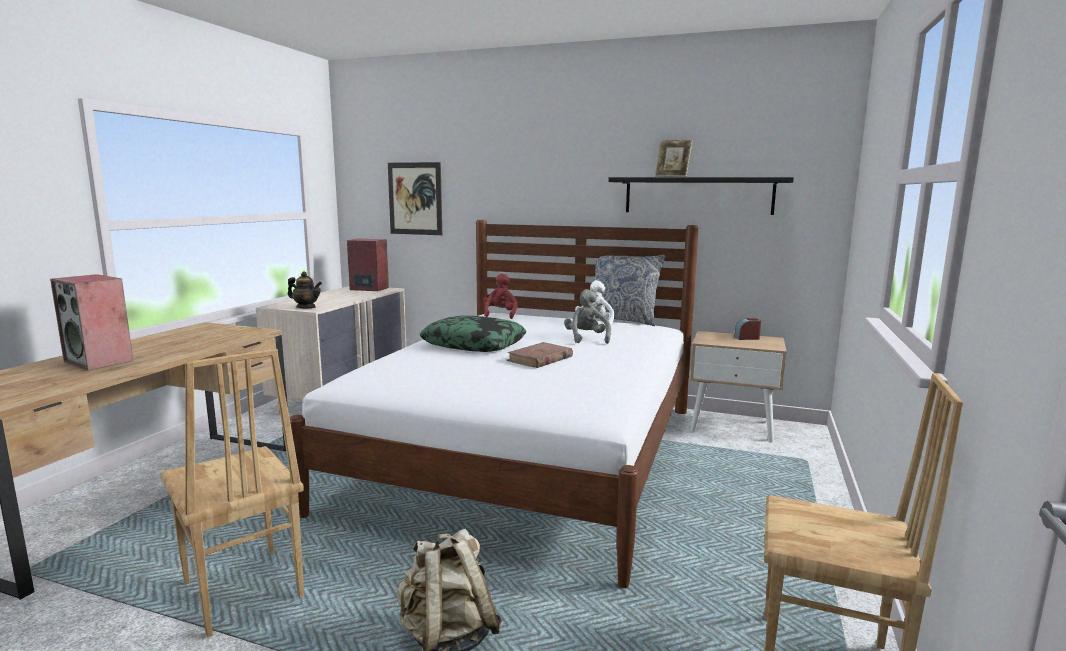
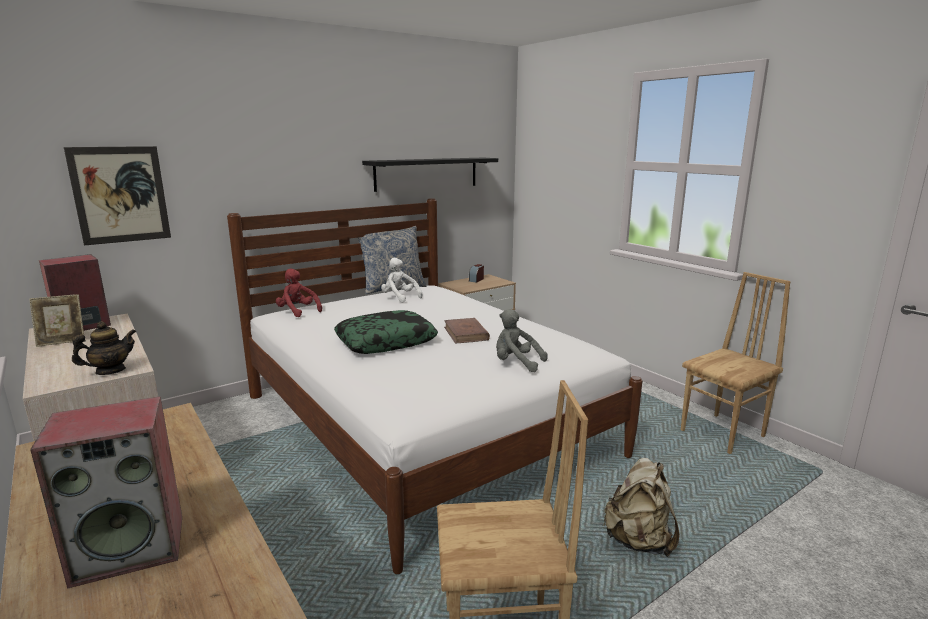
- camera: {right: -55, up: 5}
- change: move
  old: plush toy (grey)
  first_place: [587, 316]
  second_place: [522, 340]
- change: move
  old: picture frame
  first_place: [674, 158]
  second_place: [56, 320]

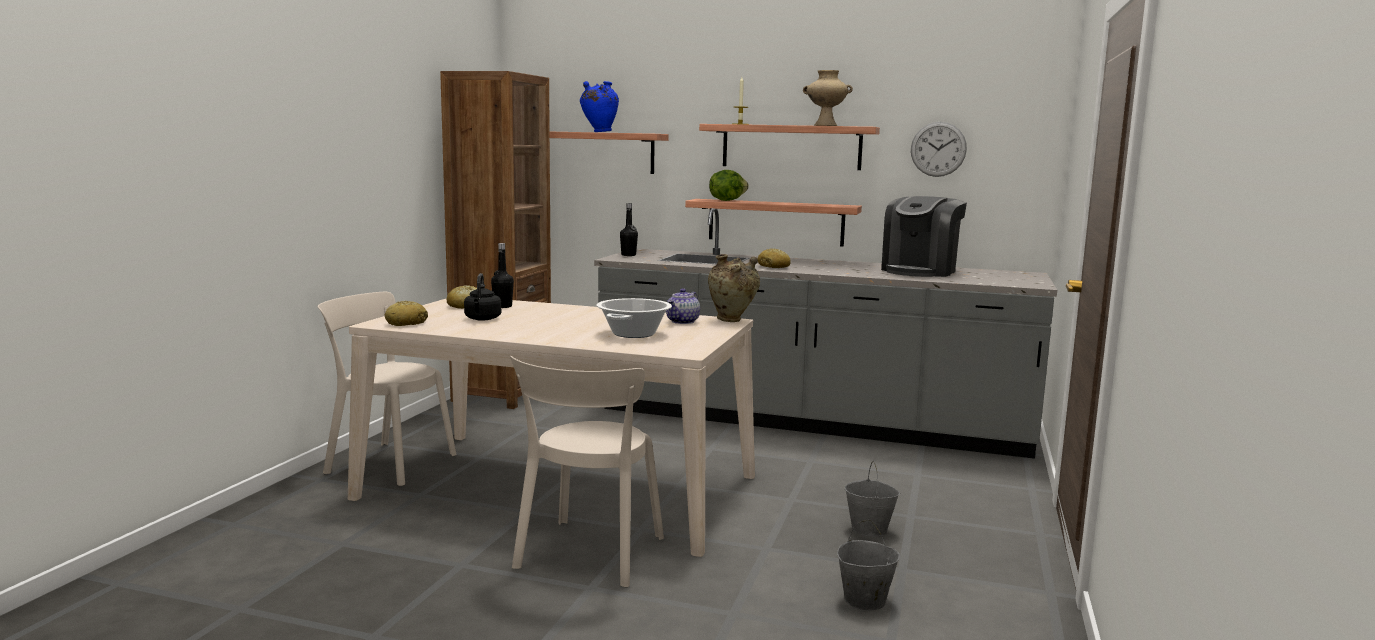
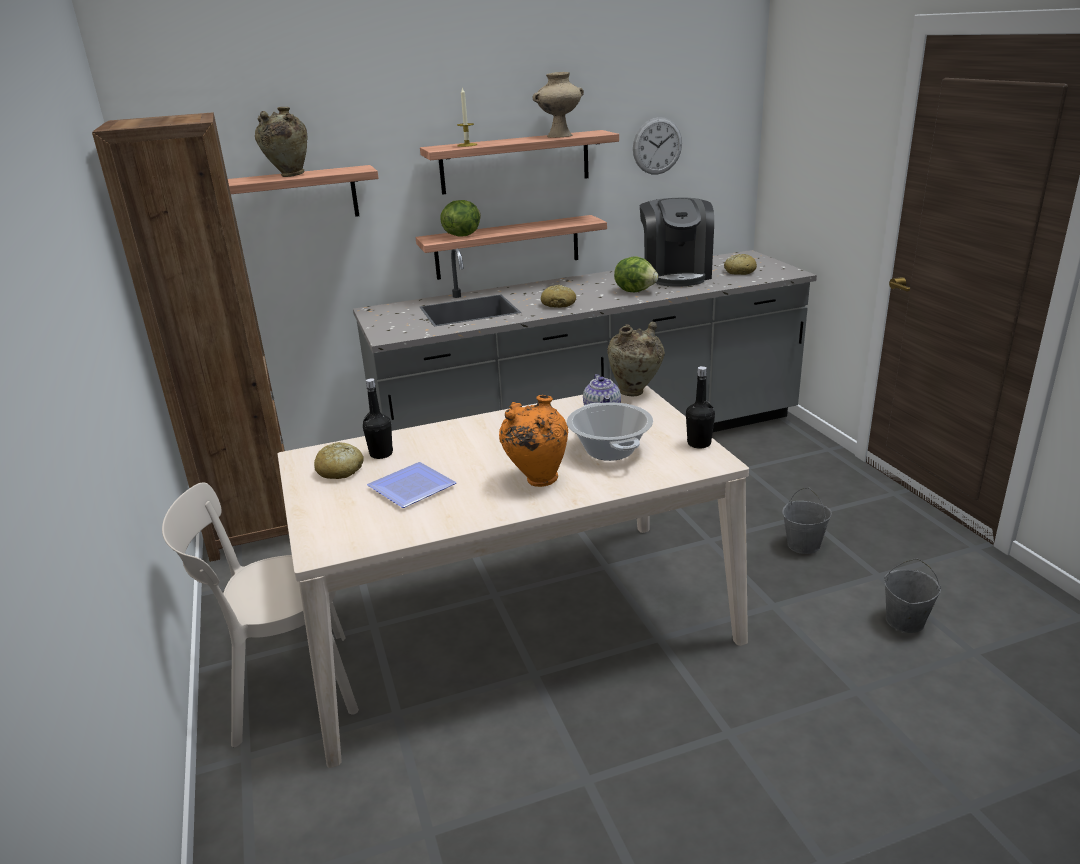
- camera: {right: -35, up: 15}
- change: move
  old: bread
  first_place: [406, 313]
  second_place: [740, 264]
- change: replace
  old: kettle (black)
  new: plate
  first_place: [482, 297]
  second_place: [412, 485]
- change: delete
  old: chair (beige)
  first_place: [587, 471]
- change: recolor
  old: vase (blue)
  new: vase (beige)
  first_place: [599, 106]
  second_place: [281, 142]
- change: move
  old: bottle (black)
  first_place: [629, 229]
  second_place: [700, 407]
- change: insert
  new: vase (orange)
  second_place: [533, 441]
- change: insert
  new: lettuce
  second_place: [636, 274]

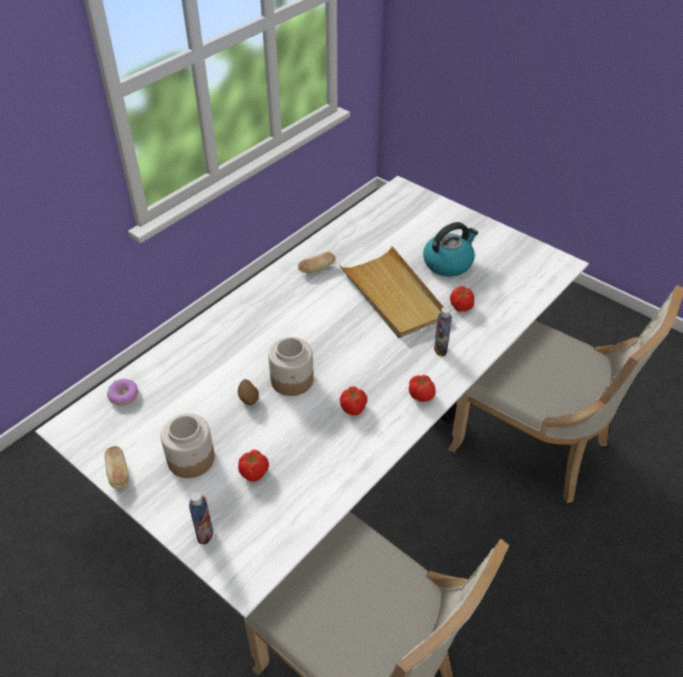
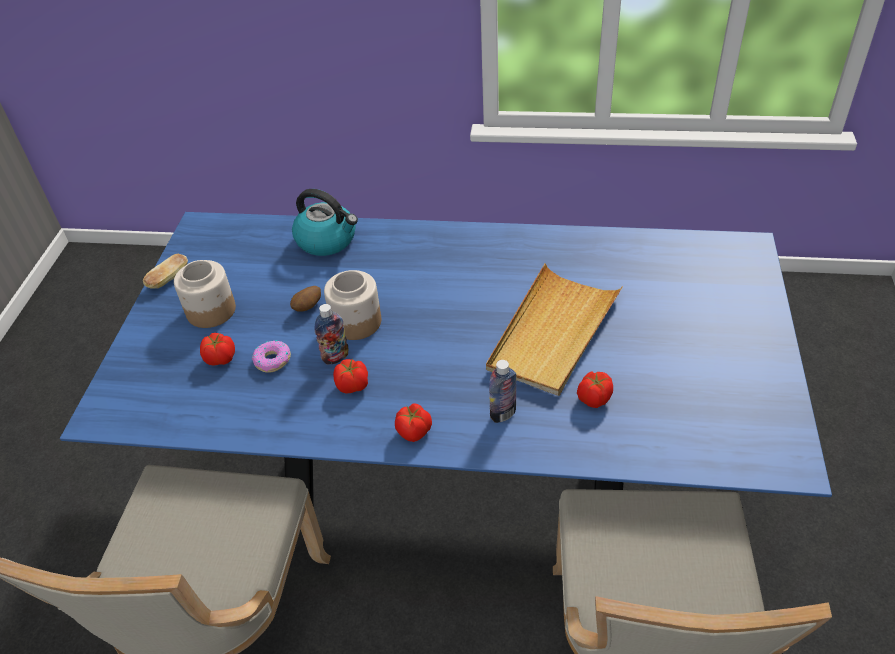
- camera: {right: 60, up: 0}
- change: recolor
  old: dining table (white)
  new: dining table (blue)
  first_place: [312, 397]
  second_place: [446, 359]
- change: move
  old: donut
  first_place: [122, 392]
  second_place: [271, 356]
- change: move
  old: bottle
  first_place: [201, 518]
  second_place: [331, 334]
- change: delete
  old: bread
  first_place: [317, 262]
- change: move
  old: kettle
  first_place: [450, 249]
  second_place: [325, 222]

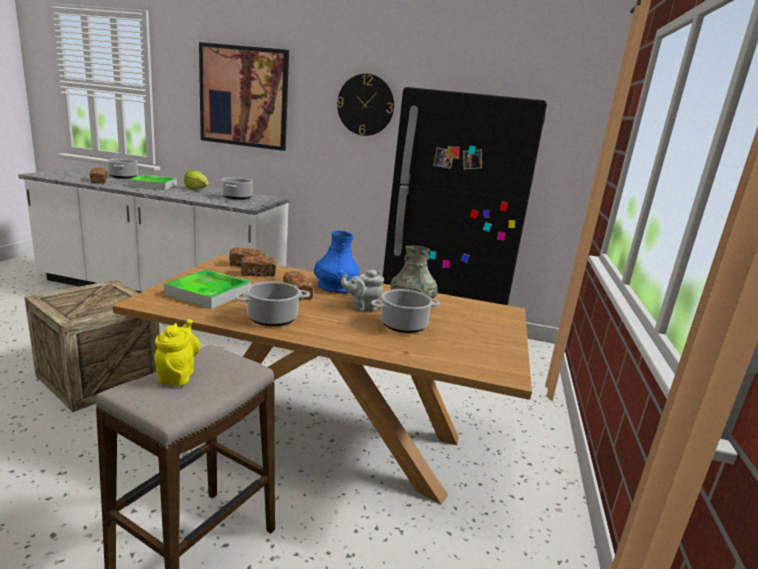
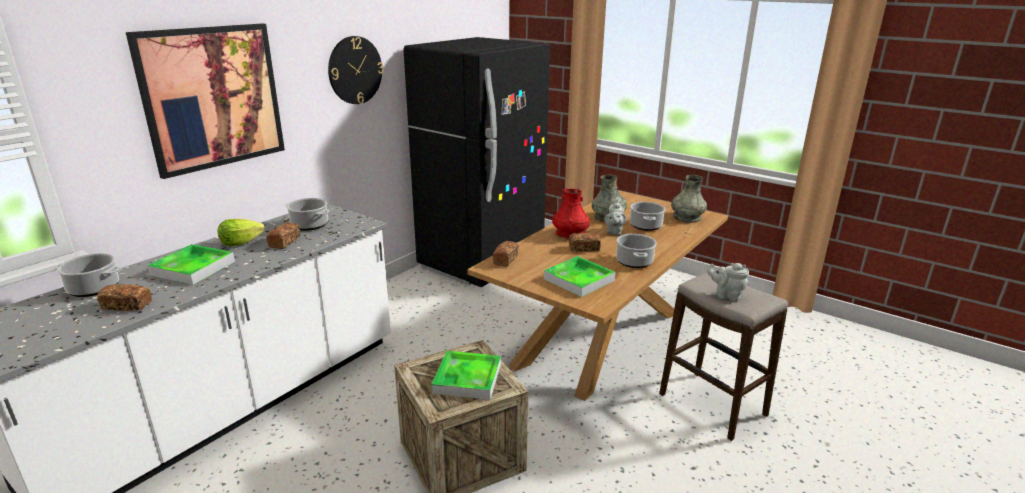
- camera: {right: -65, up: 5}
- change: recolor
  old: teapot (yellow)
  new: teapot (grey)
  first_place: [177, 352]
  second_place: [728, 282]
- change: move
  old: bread
  first_place: [258, 266]
  second_place: [283, 235]
- change: recolor
  old: vase (blue)
  new: vase (red)
  first_place: [336, 261]
  second_place: [571, 213]
- change: insert
  new: tray
  second_place: [466, 375]
- change: insert
  new: vase (grey)
  second_place: [689, 199]

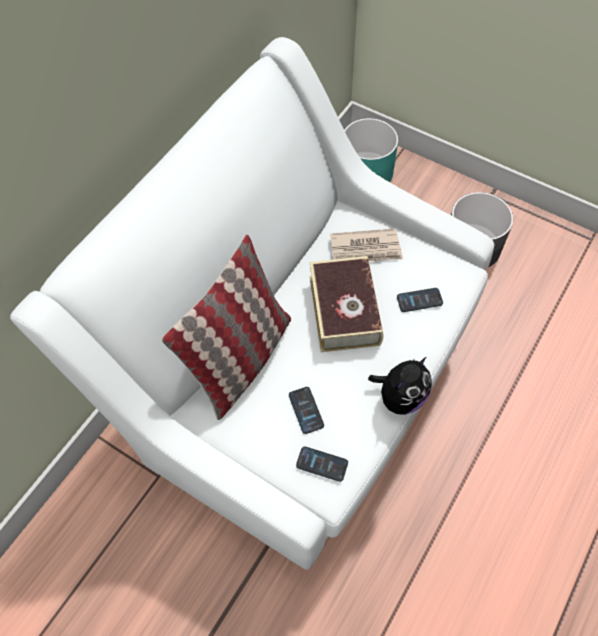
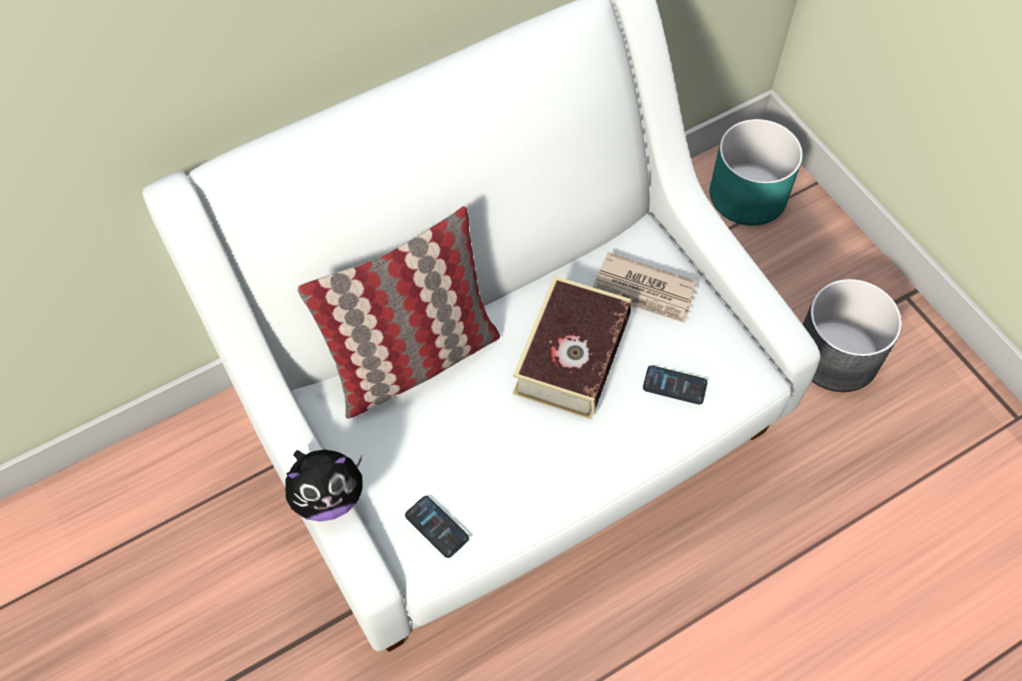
- camera: {right: 25, up: 0}
- change: delete
  old: phone
  first_place: [306, 410]
- change: move
  old: plush toy
  first_place: [400, 386]
  second_place: [324, 486]

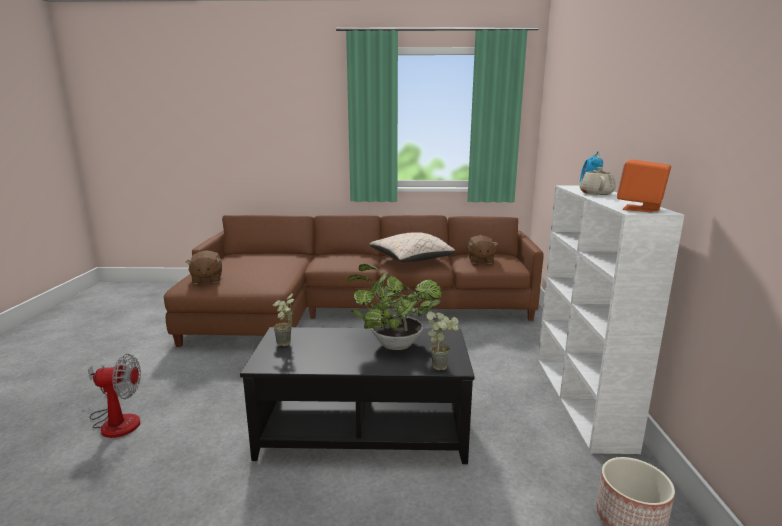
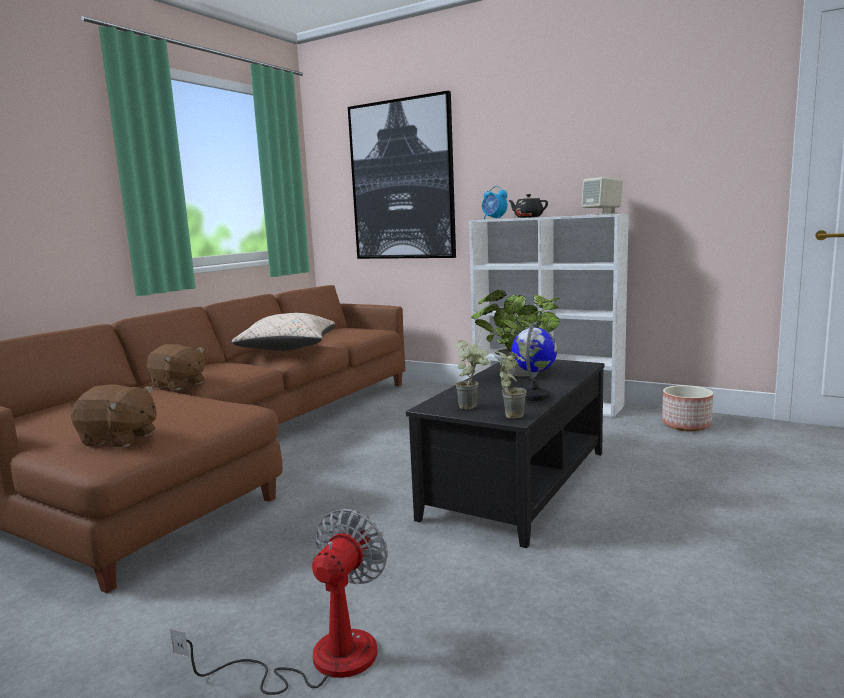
- camera: {right: -60, up: -5}
- change: move
  old: potted plant
  first_place: [442, 340]
  second_place: [511, 385]
- change: move
  old: plush toy (brown)
  first_place: [482, 249]
  second_place: [175, 367]
- change: recolor
  old: teapot (beige)
  new: teapot (black)
  first_place: [598, 181]
  second_place: [528, 206]
- change: recolor
  old: speaker (orange)
  new: speaker (beige)
  first_place: [644, 185]
  second_place: [602, 196]
- change: insert
  new: picture
  second_place: [402, 175]
- change: insert
  new: globe
  second_place: [534, 362]

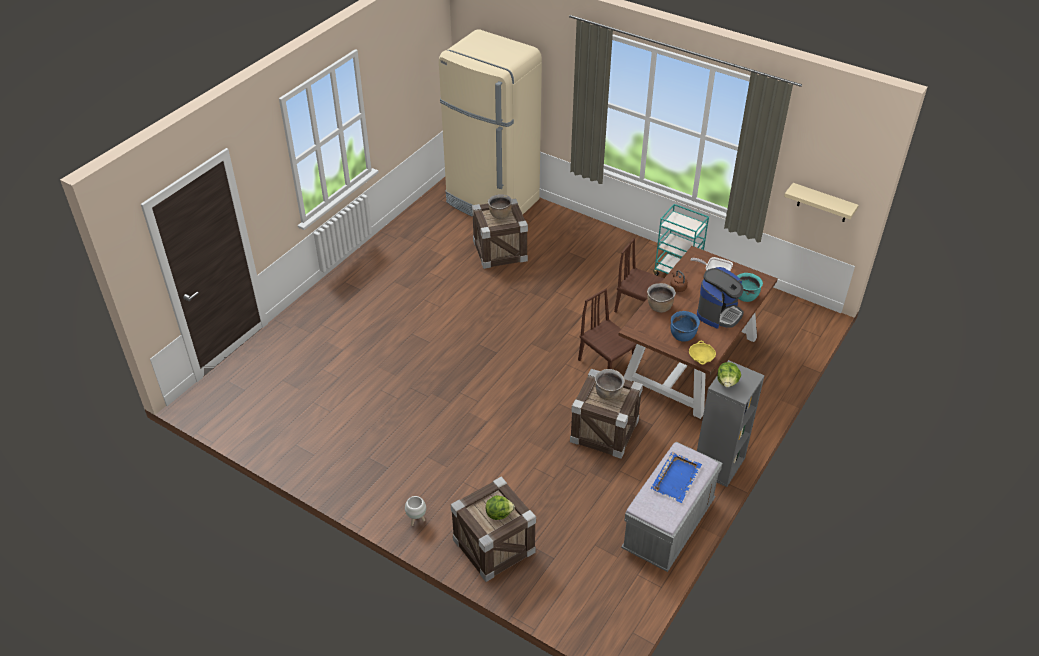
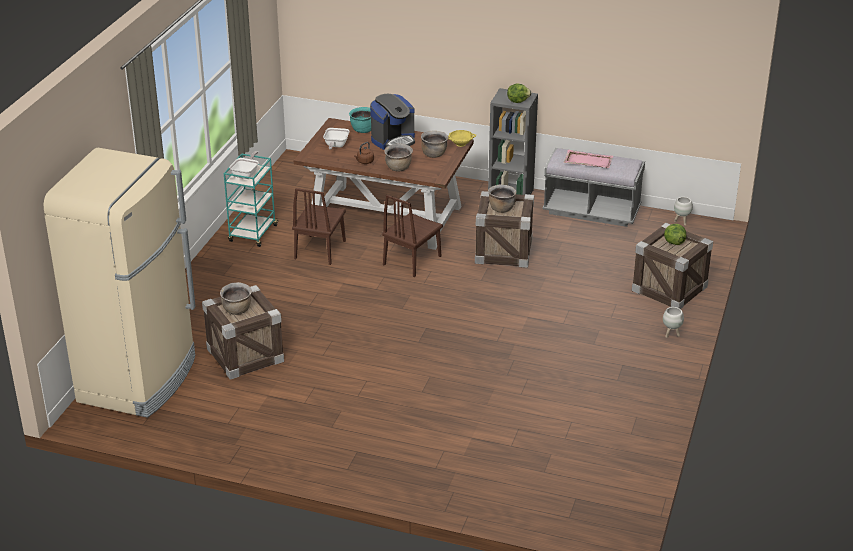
- camera: {right: -105, up: -10}
- change: recolor
  old: tray (blue)
  new: tray (pink)
  first_place: [676, 477]
  second_place: [588, 159]
- change: recolor
  old: cooking pot (blue)
  new: cooking pot (brown)
  first_place: [685, 326]
  second_place: [434, 144]
- change: rotate
  old: coffee machine
  first_place: [720, 298]
  second_place: [392, 122]
  degrees: 120
- change: delete
  old: shelf (beige)
  first_place: [821, 202]
- change: insert
  new: frying pan
  second_place: [244, 165]
- change: insert
  new: planter (white)
  second_place: [683, 211]

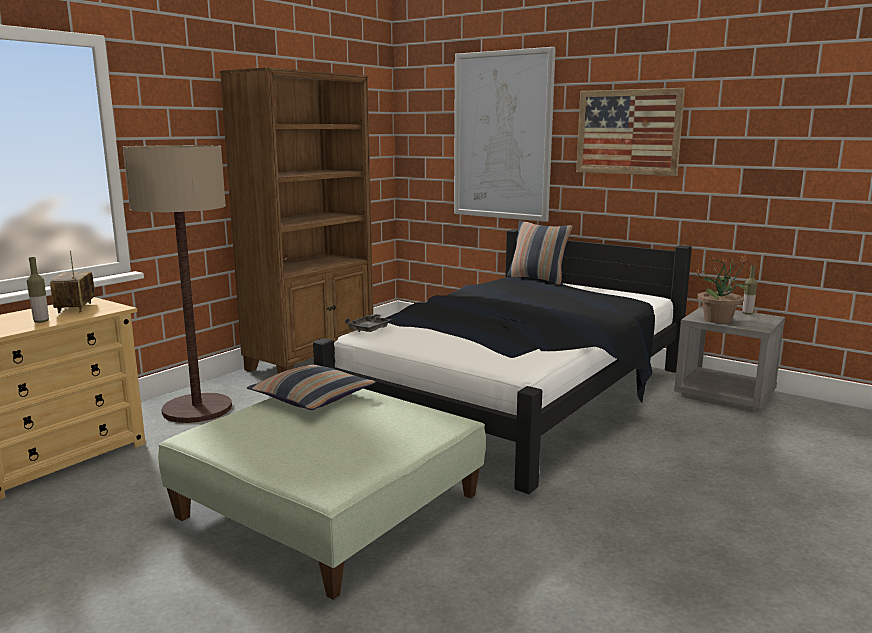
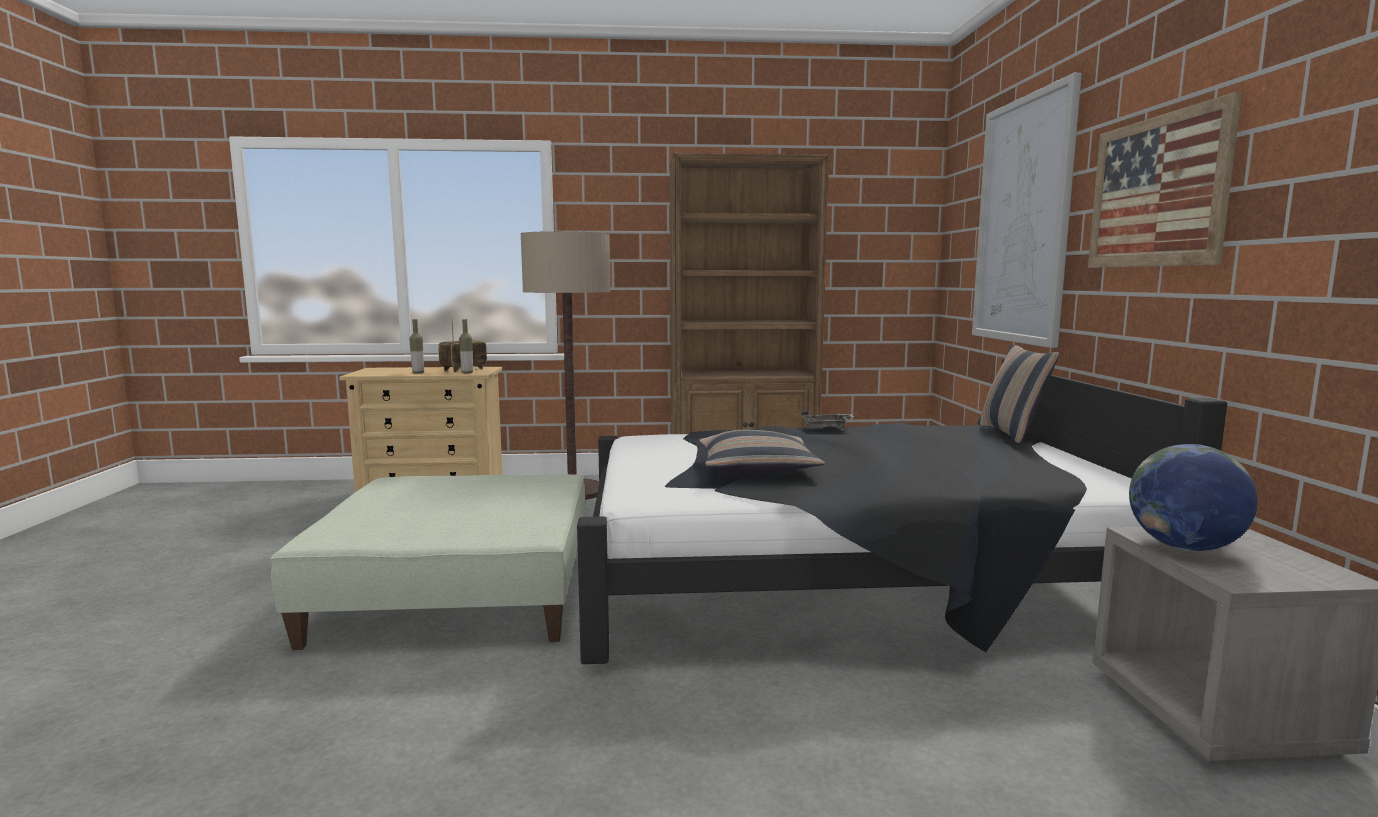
- camera: {right: 50, up: -5}
- change: move
  old: pillow
  first_place: [311, 387]
  second_place: [761, 452]
- change: move
  old: tray (grey)
  first_place: [369, 323]
  second_place: [827, 419]
- change: replace
  old: potted plant
  new: globe
  first_place: [722, 289]
  second_place: [1193, 497]
- change: move
  old: bottle
  first_place: [750, 290]
  second_place: [466, 346]

